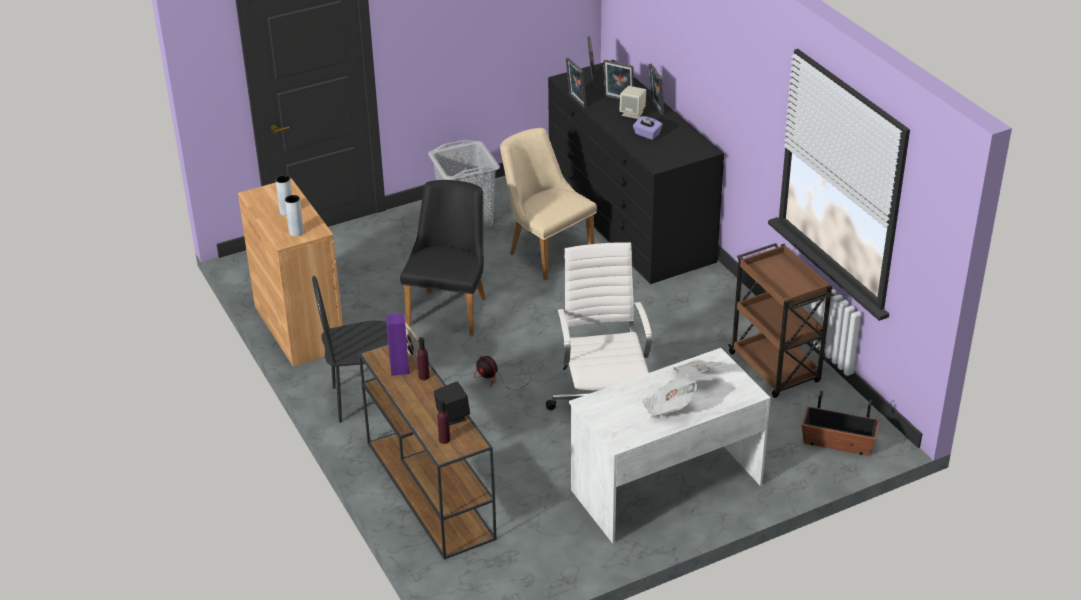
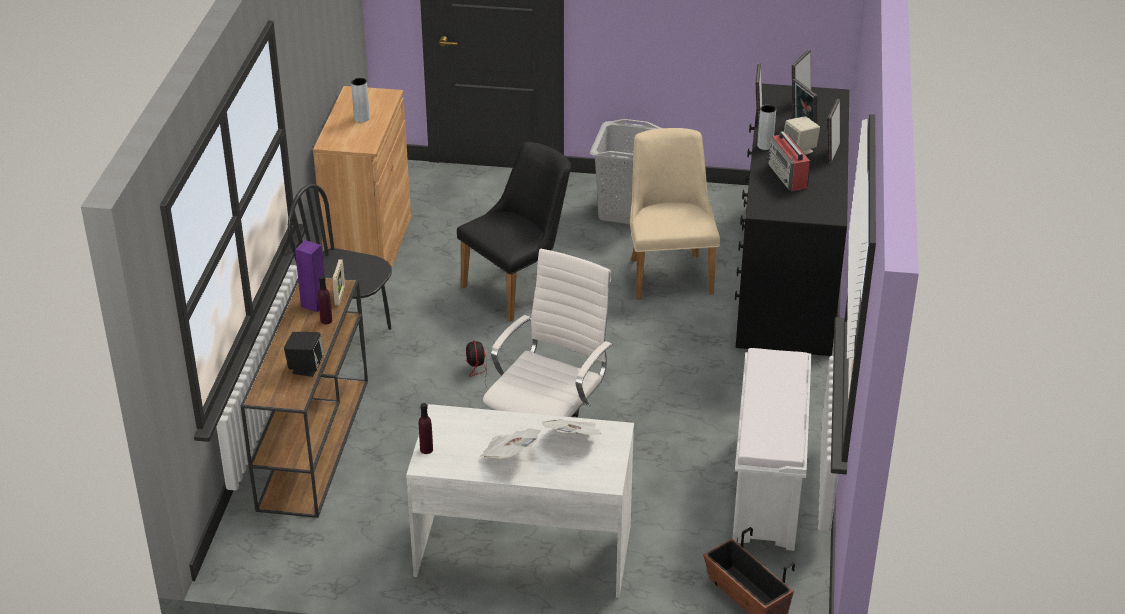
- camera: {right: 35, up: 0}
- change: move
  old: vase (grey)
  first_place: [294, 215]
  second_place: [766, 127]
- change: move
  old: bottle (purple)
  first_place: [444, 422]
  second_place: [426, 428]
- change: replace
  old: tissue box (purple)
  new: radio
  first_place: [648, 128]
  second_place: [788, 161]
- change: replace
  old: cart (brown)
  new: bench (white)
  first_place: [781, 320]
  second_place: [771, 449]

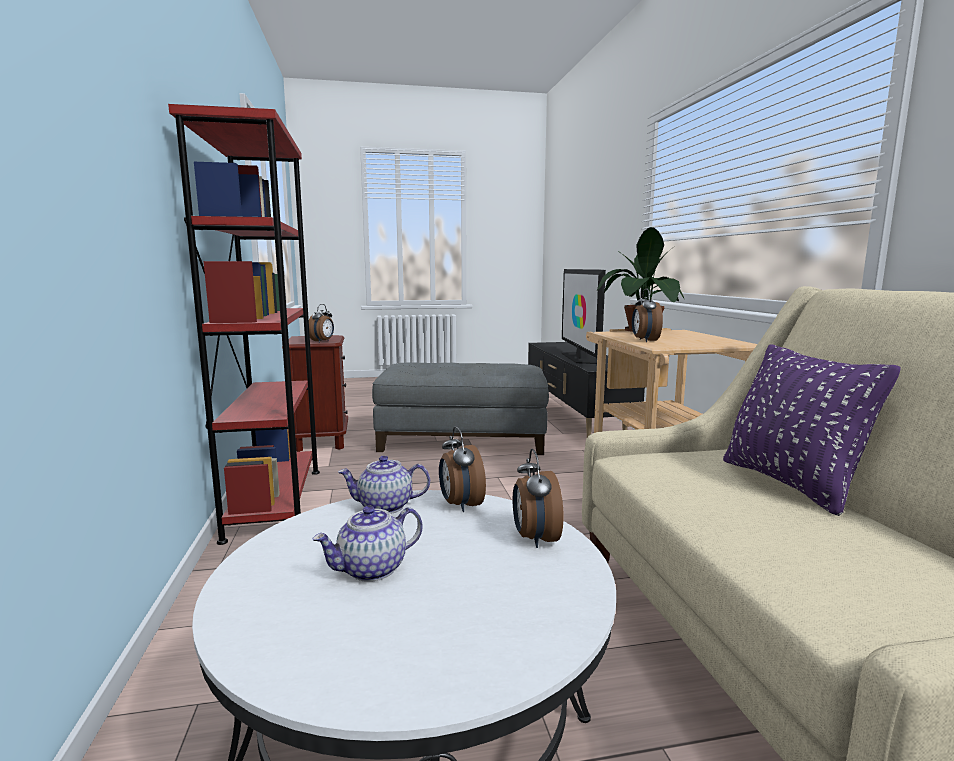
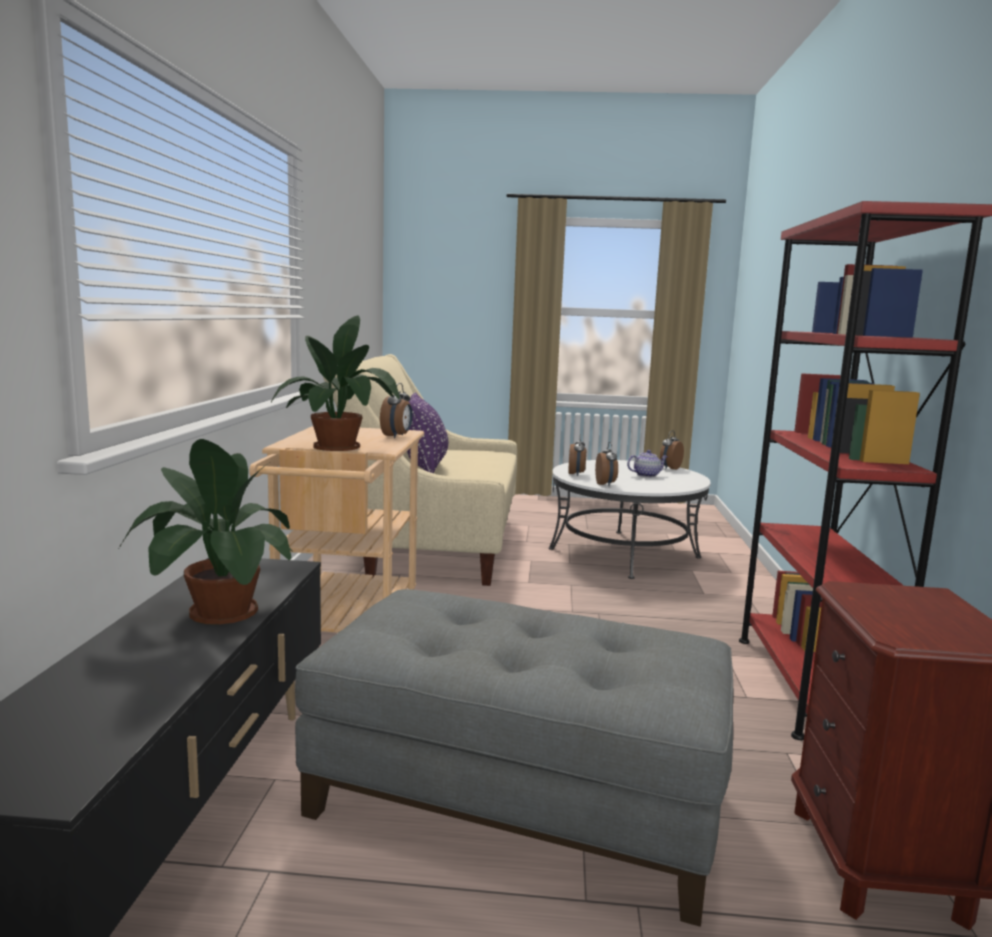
- camera: {right: -165, up: 0}
- change: move
  old: alarm clock
  first_place: [321, 323]
  second_place: [672, 450]
- change: delete
  old: teapot
  first_place: [384, 484]
- change: replace
  old: television
  new: potted plant
  first_place: [584, 316]
  second_place: [206, 532]

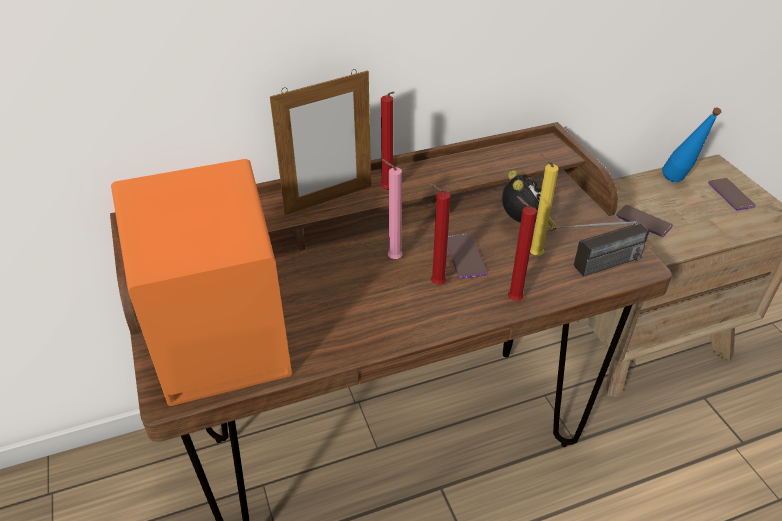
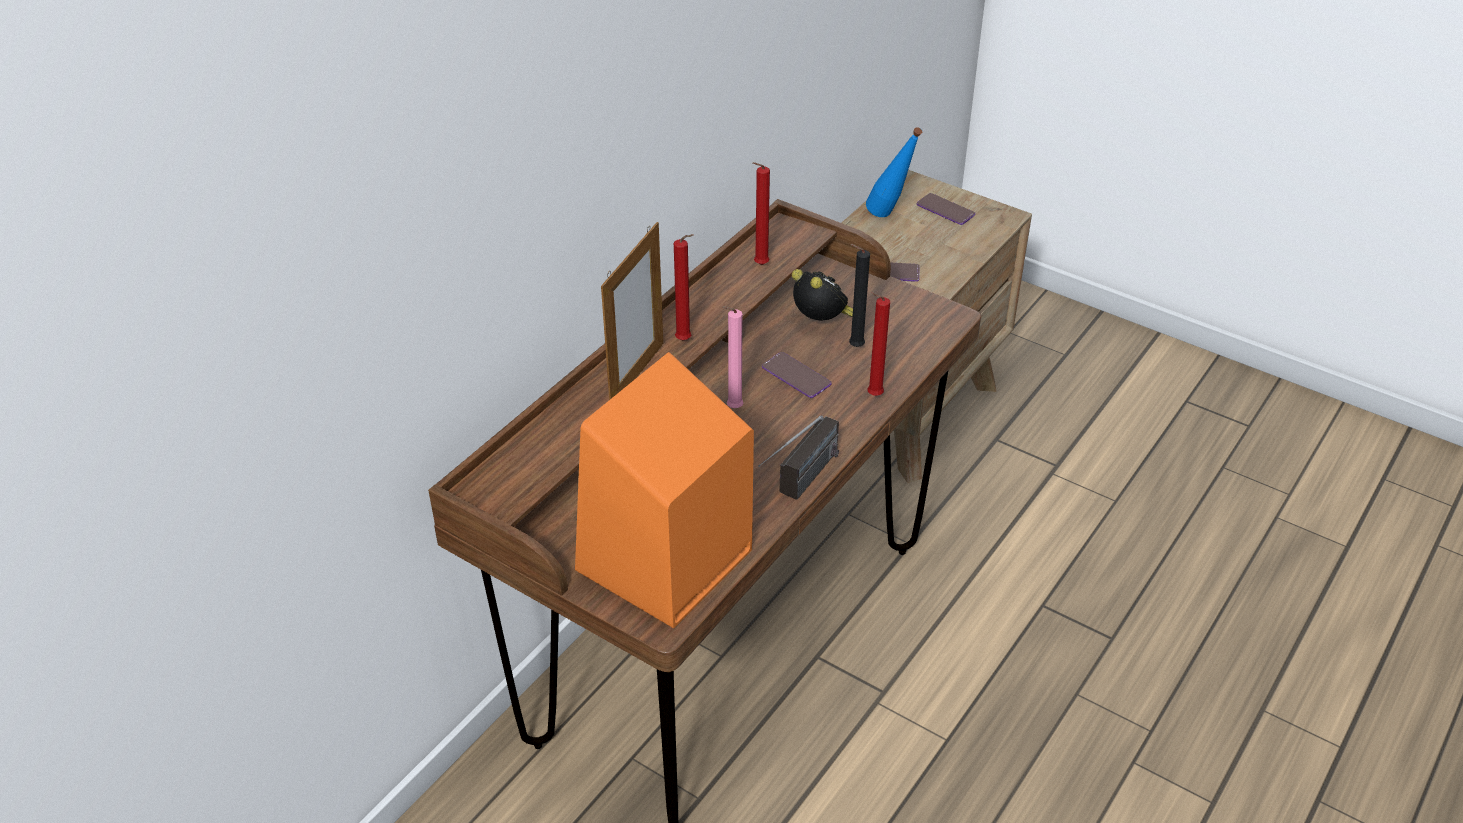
- camera: {right: -35, up: 0}
- change: move
  old: candle (red)
  first_place: [440, 234]
  second_place: [761, 213]
- change: recolor
  old: candle (yellow)
  new: candle (black)
  first_place: [544, 204]
  second_place: [859, 295]
- change: move
  old: radio
  first_place: [600, 249]
  second_place: [798, 458]

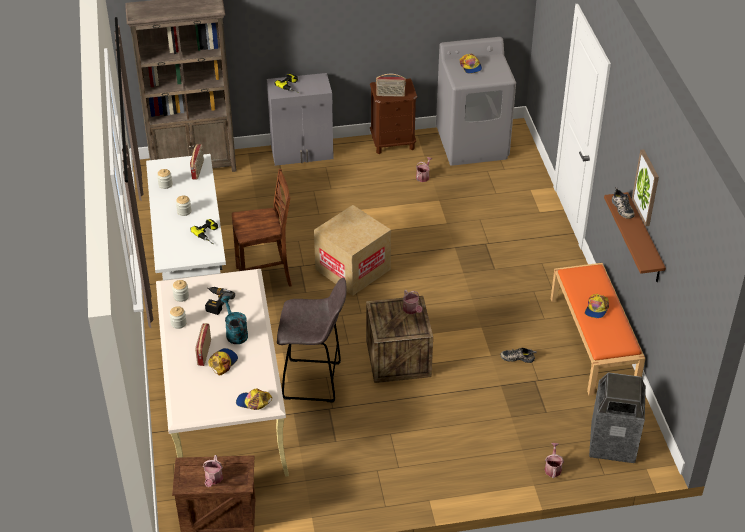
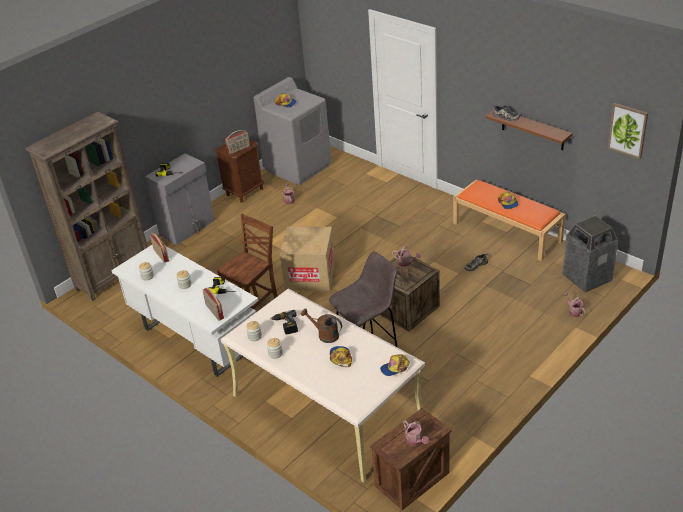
- camera: {right: -35, up: -5}
- change: move
  old: radio
  first_place: [203, 344]
  second_place: [213, 304]
- change: recolor
  old: watering can (turquoise)
  new: watering can (brown)
  first_place: [234, 320]
  second_place: [321, 325]
- change: move
  old: picture
  first_place: [645, 187]
  second_place: [628, 131]

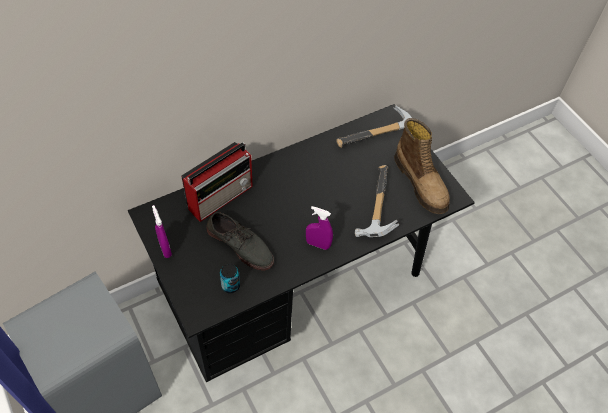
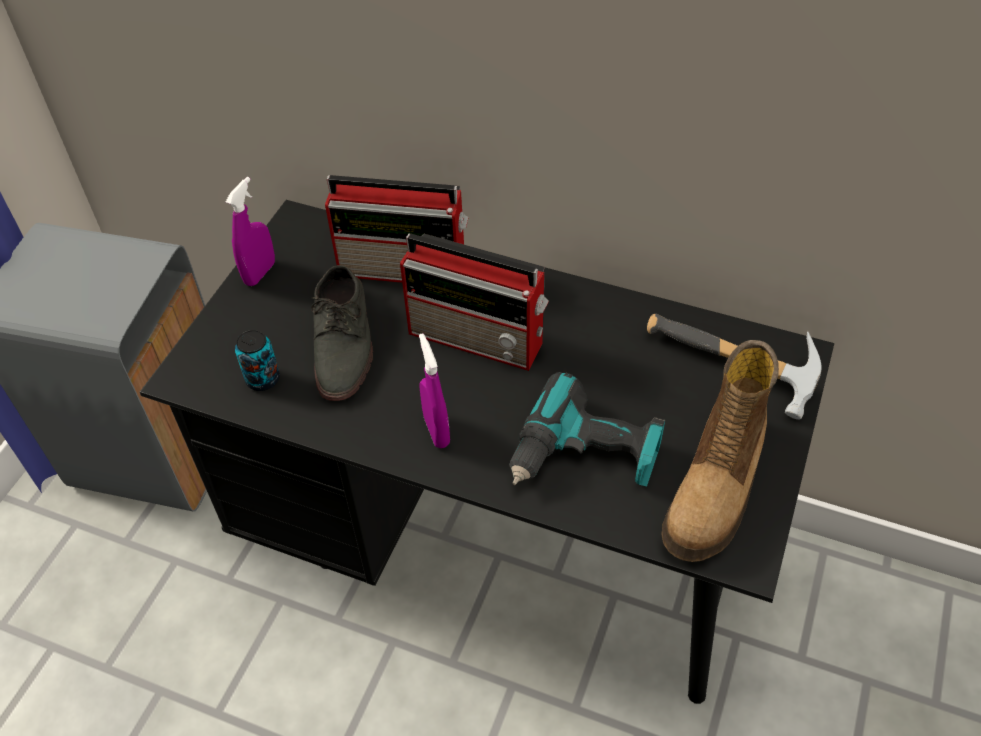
- camera: {right: 55, up: -5}
- change: replace
  old: hammer
  new: power drill
  first_place: [377, 201]
  second_place: [587, 429]
- change: insert
  new: radio
  second_place: [474, 302]

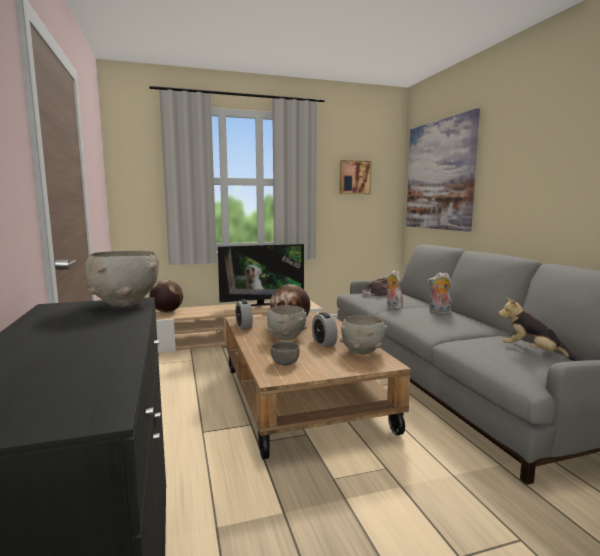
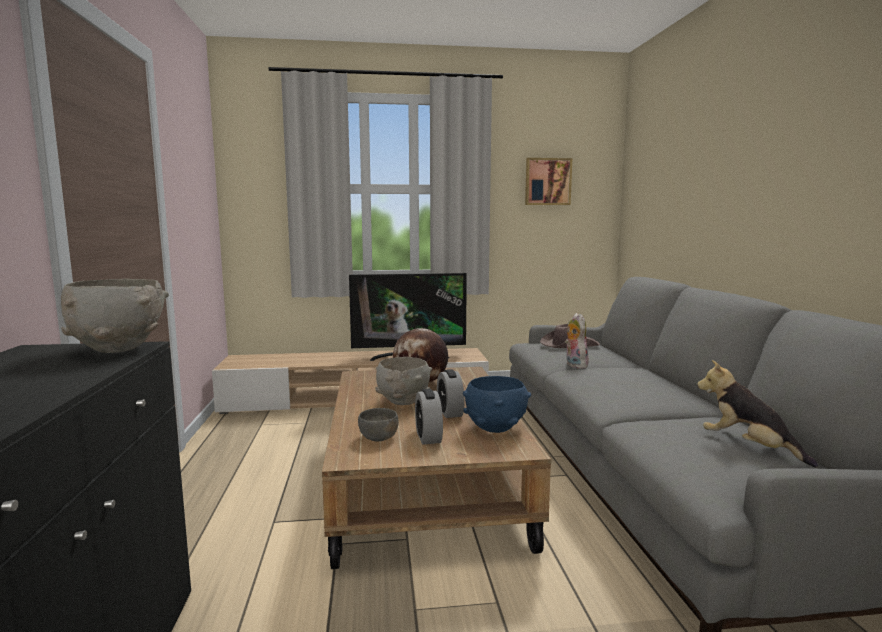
- camera: {right: 10, up: 0}
- change: delete
  old: globe
  first_place: [166, 296]
- change: move
  old: alarm clock
  first_place: [244, 314]
  second_place: [429, 417]
- change: recolor
  old: bowl (grey)
  new: bowl (blue)
  first_place: [363, 334]
  second_place: [497, 404]
- change: delete
  old: picture
  first_place: [443, 170]
- change: delete
  old: plush toy
  first_place: [439, 293]

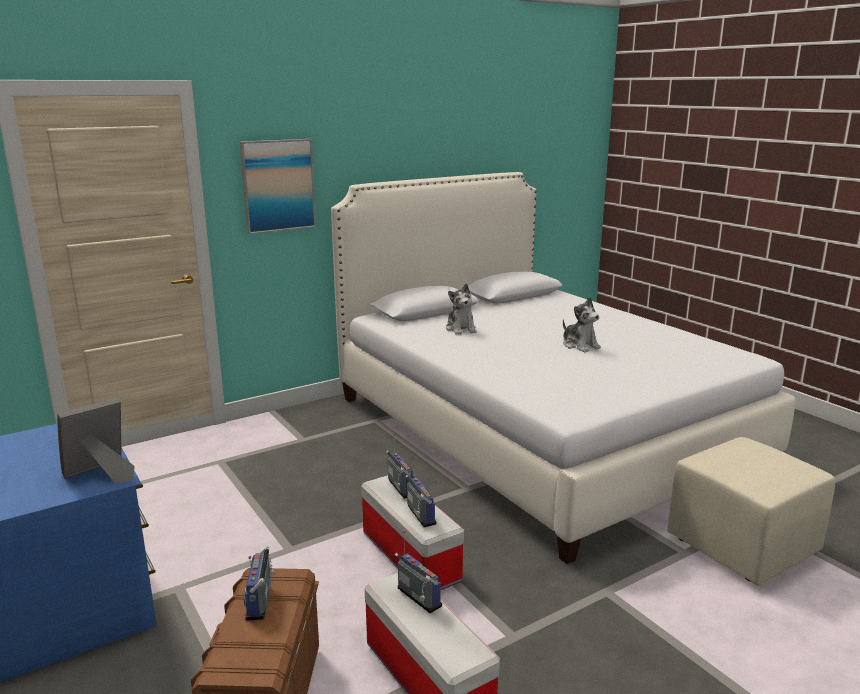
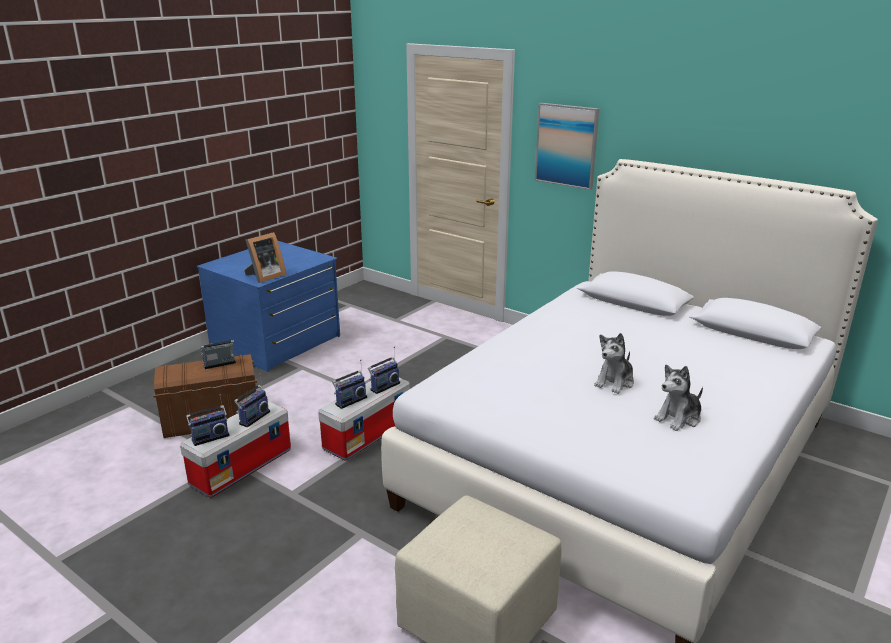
- camera: {right: 70, up: 5}
- change: rotate
  old: picture frame
  first_place: [96, 440]
  second_place: [265, 257]
  degrees: 105
- change: move
  old: plush toy
  first_place: [461, 309]
  second_place: [678, 397]
- change: insert
  new: radio
  second_place: [208, 420]

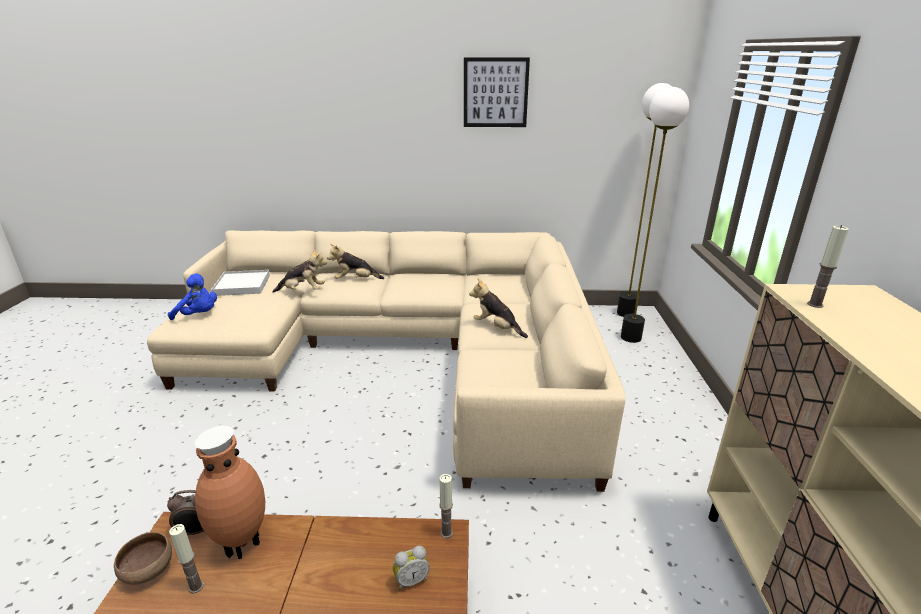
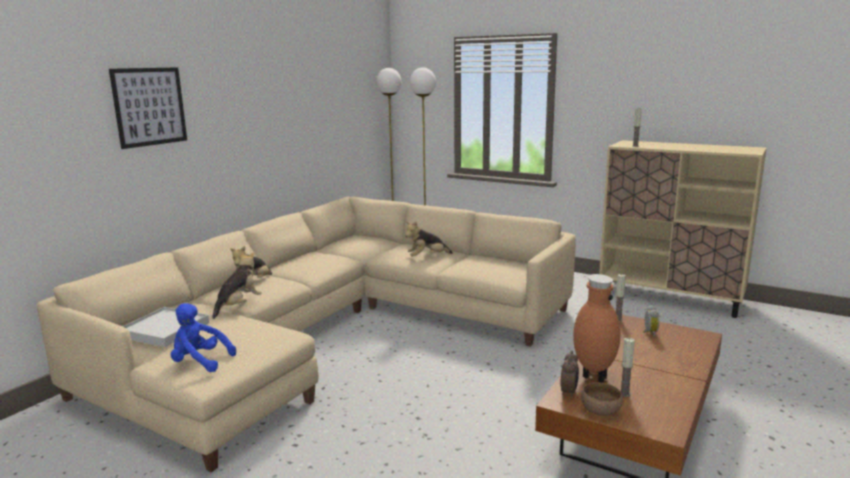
- camera: {right: -60, up: -10}
- change: rotate
  old: plush toy (blue)
  first_place: [192, 296]
  second_place: [203, 337]
  degrees: -120
- change: move
  old: picture
  first_place: [497, 92]
  second_place: [148, 108]

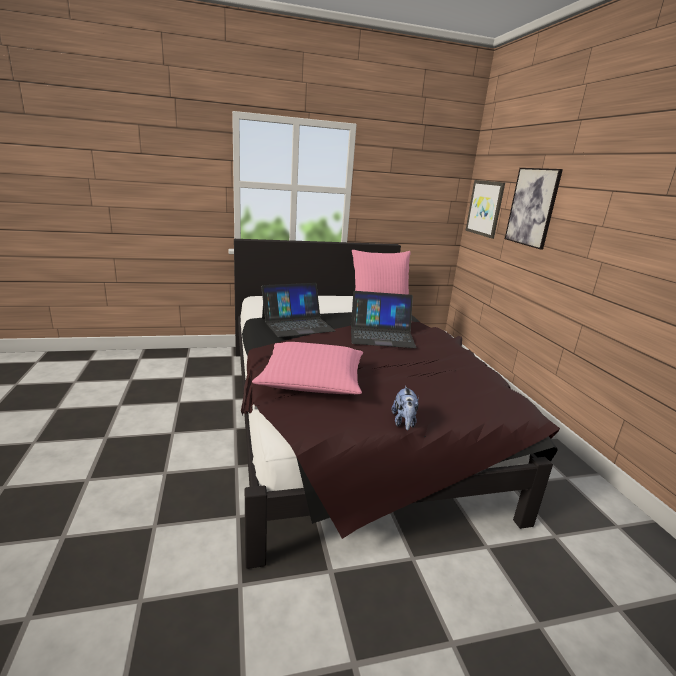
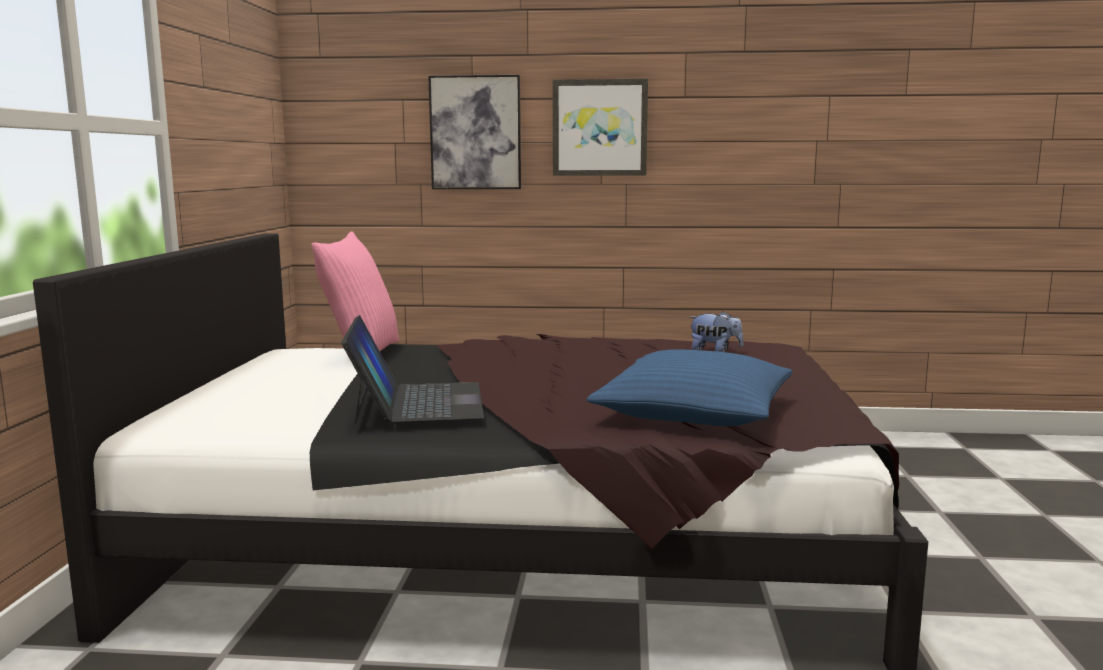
- camera: {right: -70, up: -10}
- change: recolor
  old: pillow (pink)
  new: pillow (blue)
  first_place: [307, 368]
  second_place: [690, 387]
- change: delete
  old: laptop
  first_place: [383, 319]
- change: move
  old: plush toy
  first_place: [405, 408]
  second_place: [716, 331]
- change: move
  old: picture
  first_place: [485, 209]
  second_place: [600, 127]

